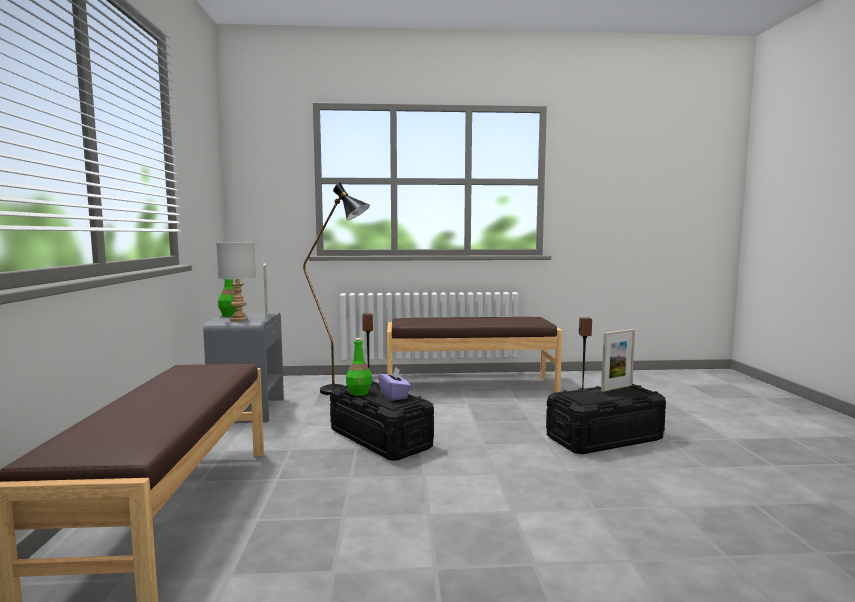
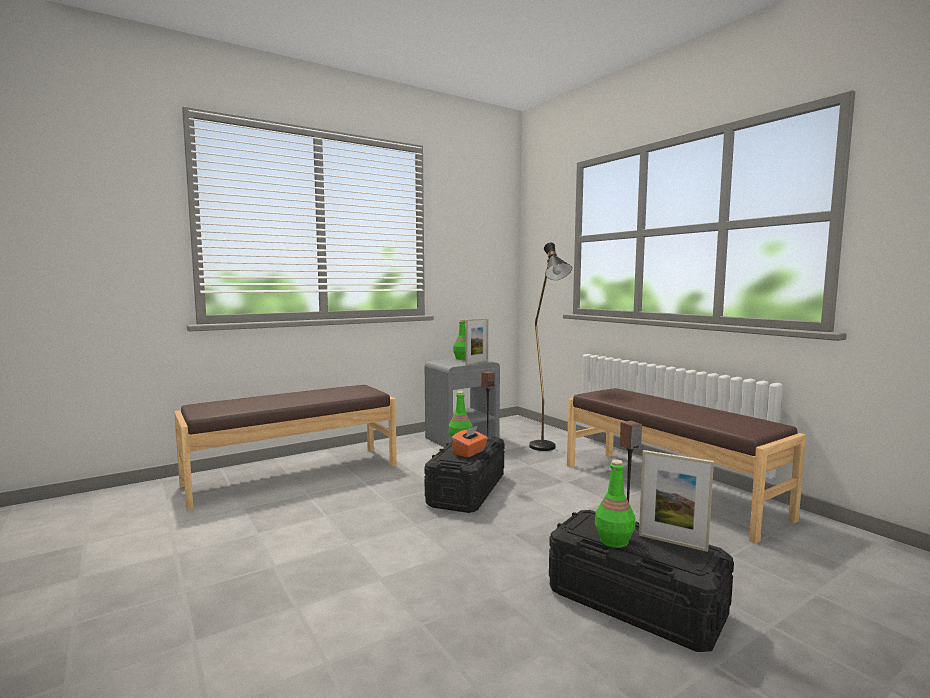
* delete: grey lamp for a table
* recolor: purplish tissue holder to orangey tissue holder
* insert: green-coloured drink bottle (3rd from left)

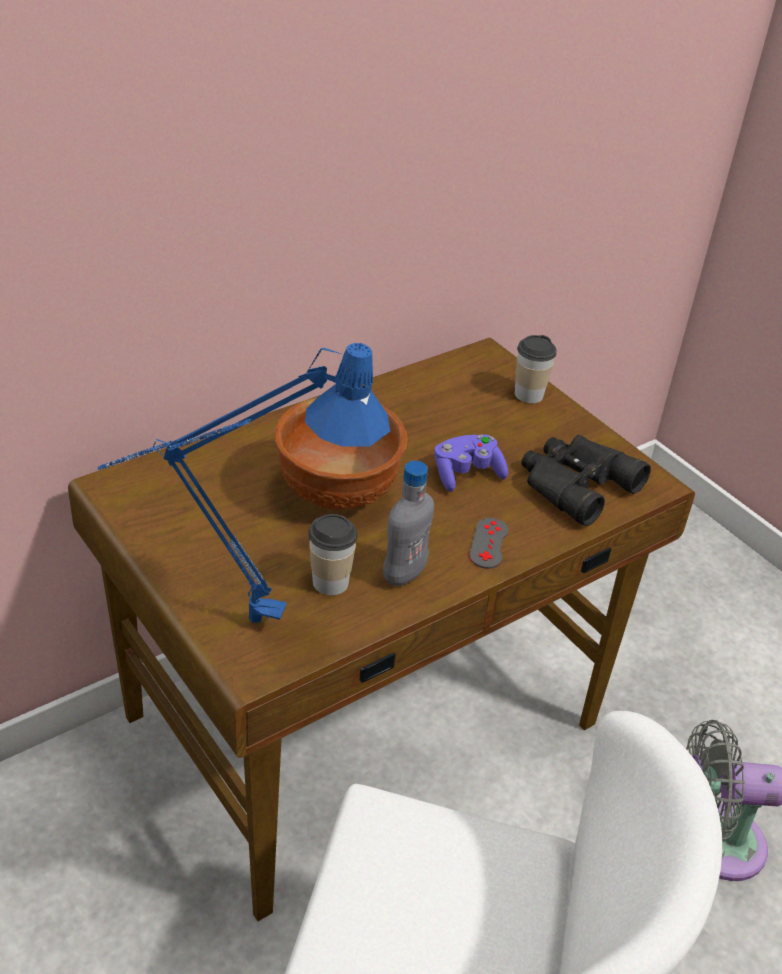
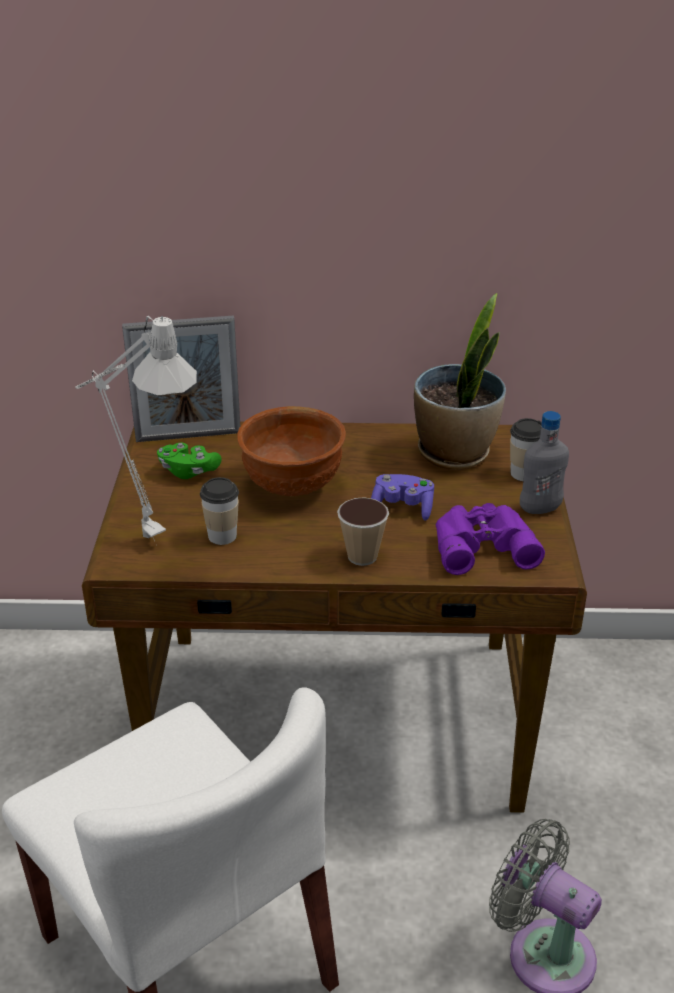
* recolor: bluish lamp for a table to grey lamp for a table
* recolor: black field glasses to purplish field glasses
* move: grey drink bottle
* replace: grey joypad to cup (2nd from left)
* insert: potted plant
* insert: picture frame
* insert: green-coloured joypad

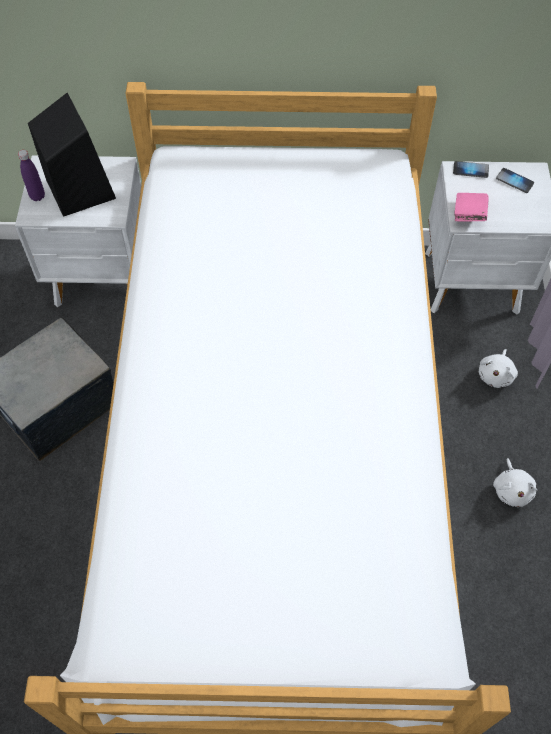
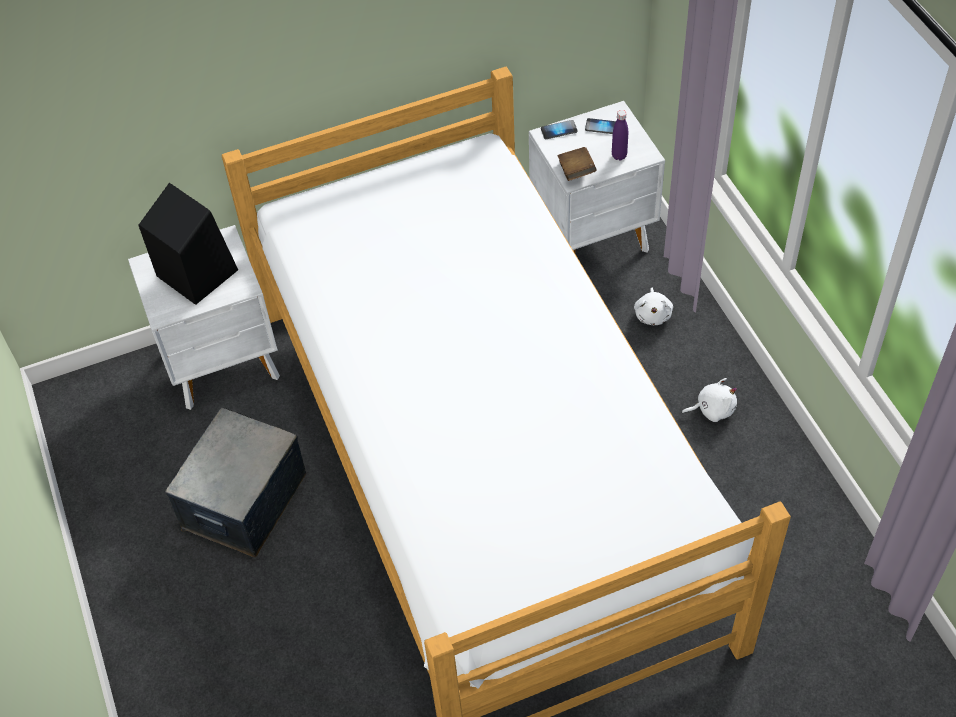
* move: purplish drink bottle
* recolor: pinkish book to brown-coloured book
* rotate: white-coloured plush toy (2nd from left) 75 degrees counterclockwise

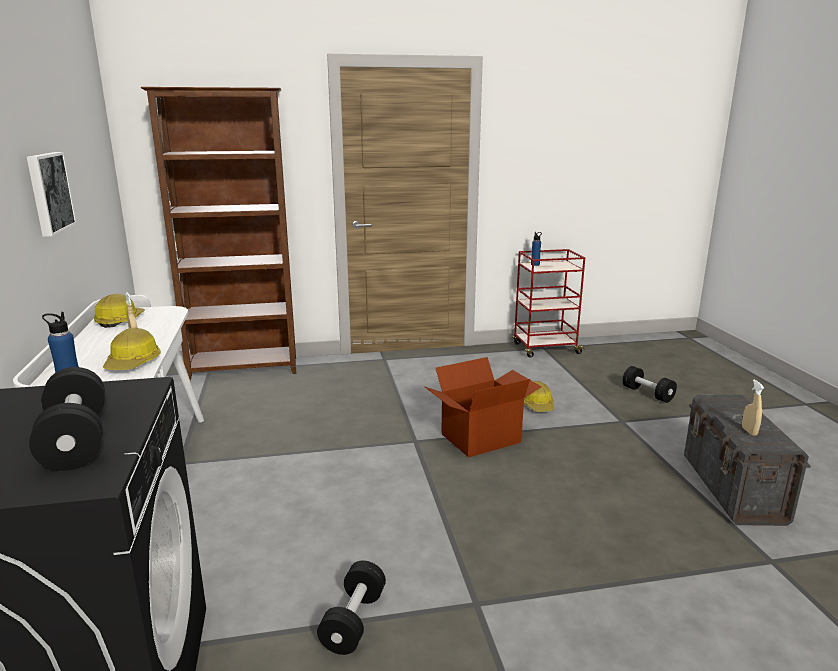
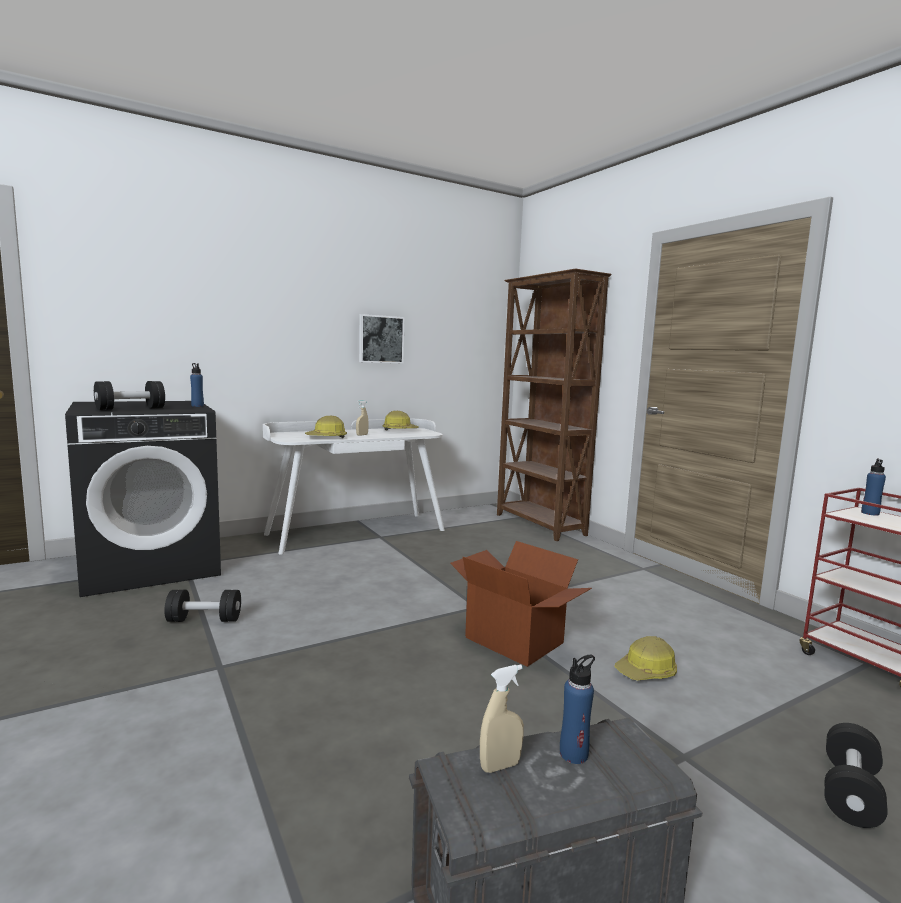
* insert: bluish drink bottle (2nd from left)

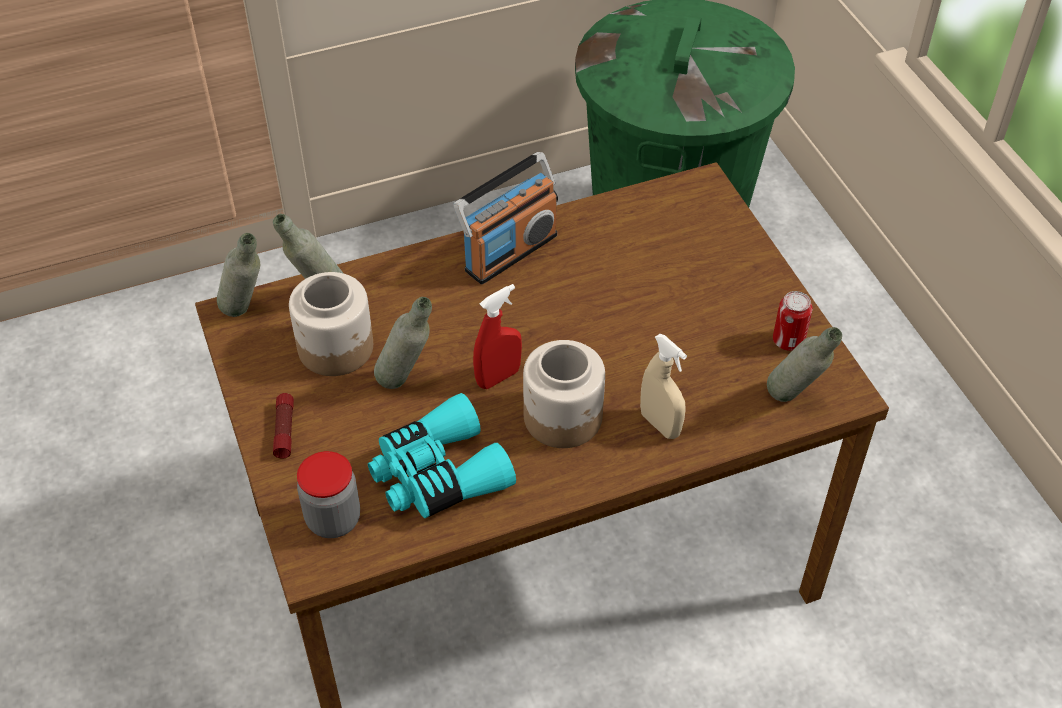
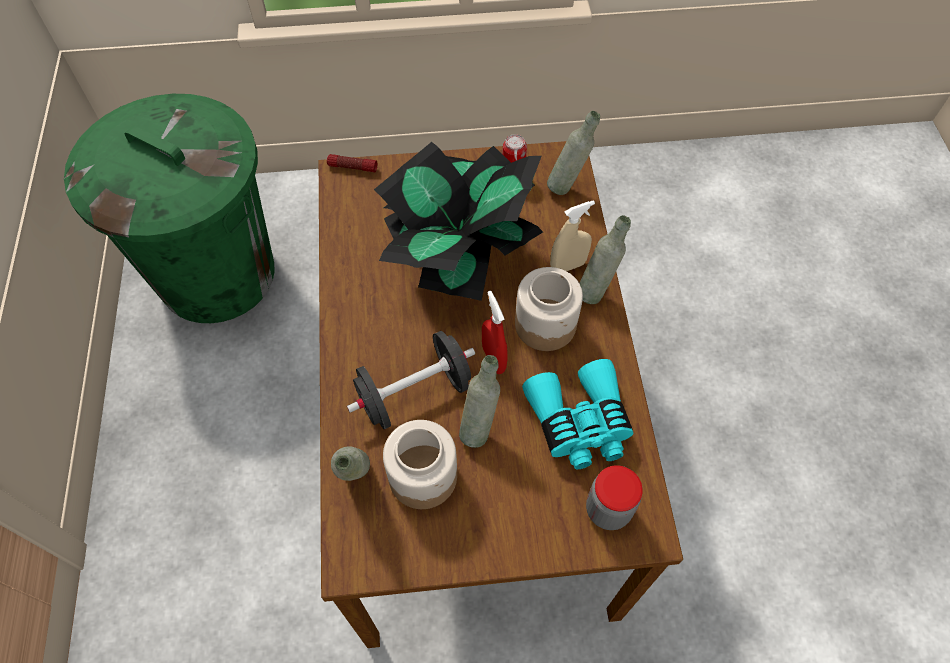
* delete: radio set
* move: grey drink bottle (1st from left in the first image) to grey drink bottle (4th from left)
* move: torch
* insert: potted plant
* insert: black hand weight

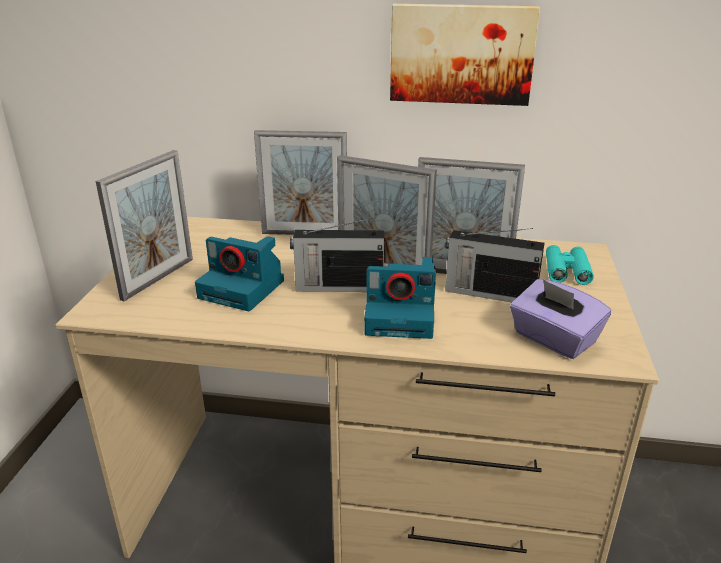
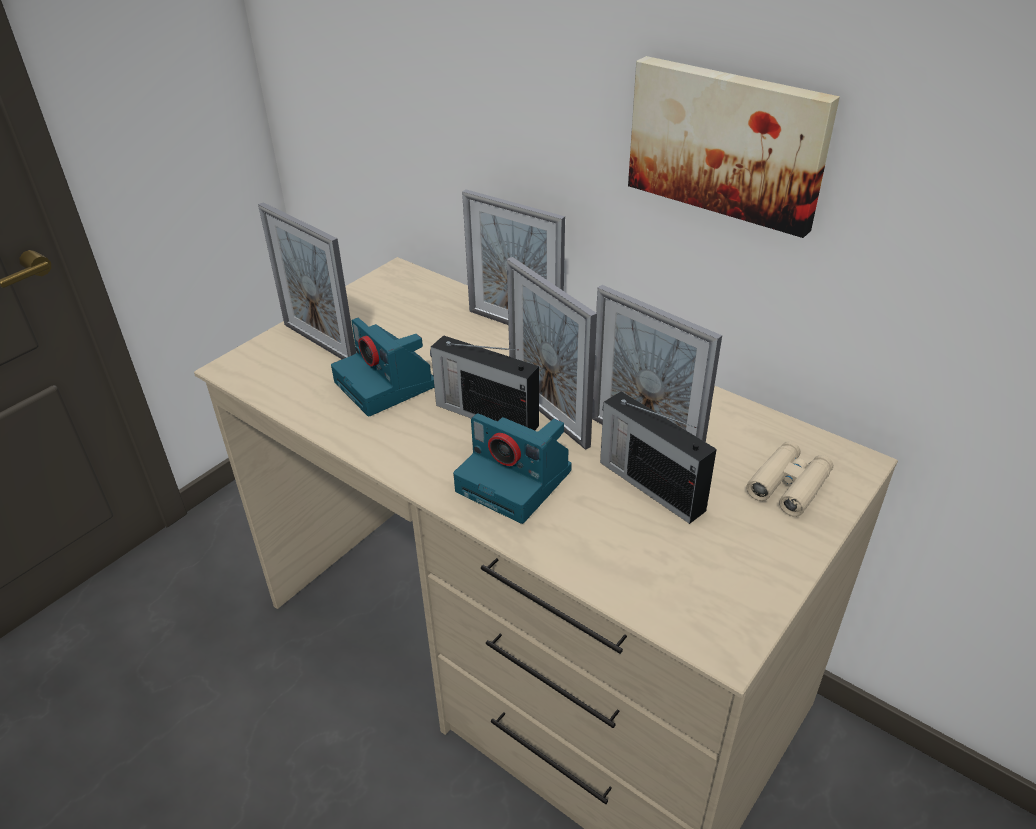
* rotate: picture frame (1st from left) 75 degrees clockwise
* recolor: turquoise-coloured field glasses to beige field glasses
* delete: purplish tissue holder

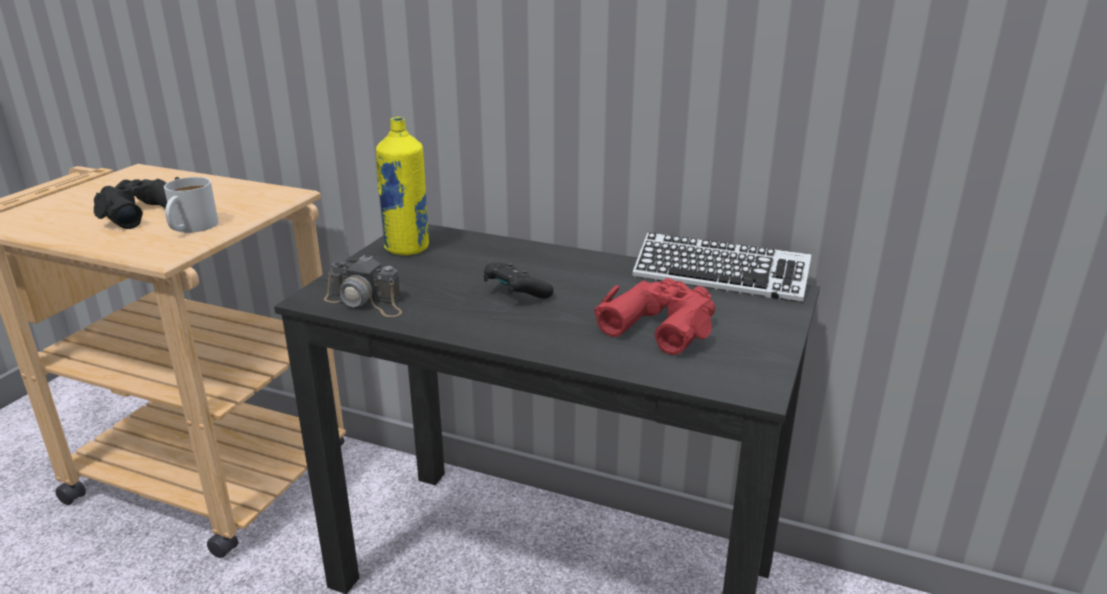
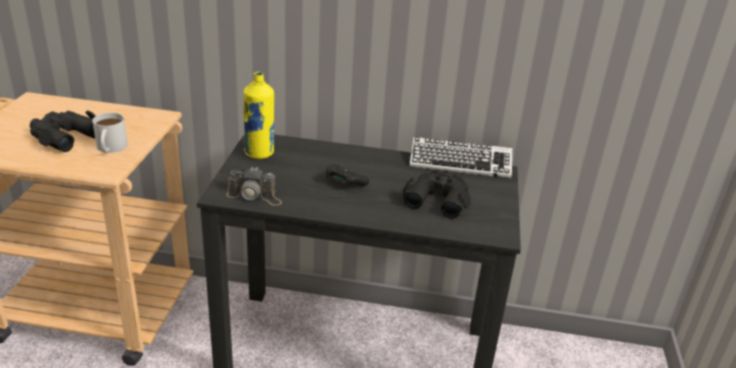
* recolor: red-coloured field glasses to black field glasses (2nd from left)

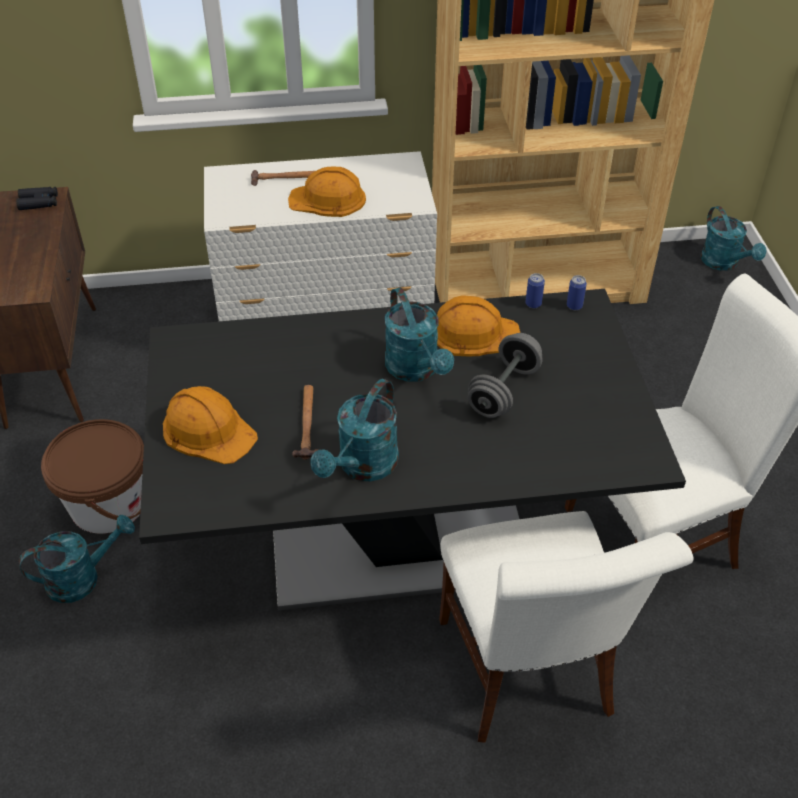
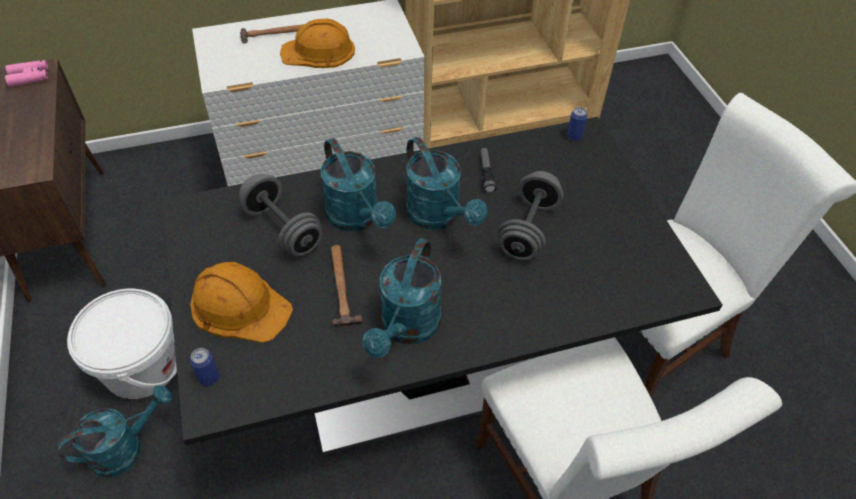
* recolor: black field glasses to pinkish field glasses
* move: turquoise-coloured watering pot (4th from left in the first image) to turquoise-coloured watering pot (2nd from left)
* move: metal can (1st from left)
* replace: orangey safety helmet (3rd from left) to torch
* recolor: brown-coloured pail to white-coloured pail
* insert: grey hand weight (1st from left)

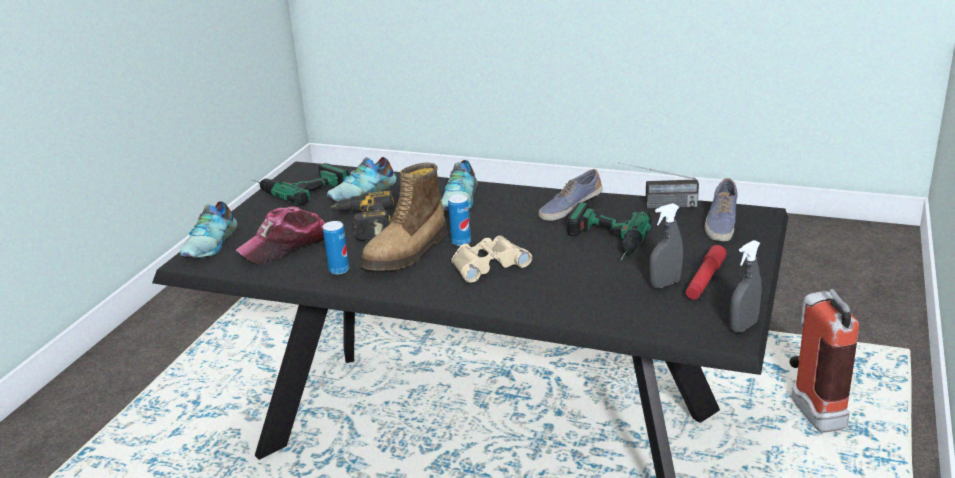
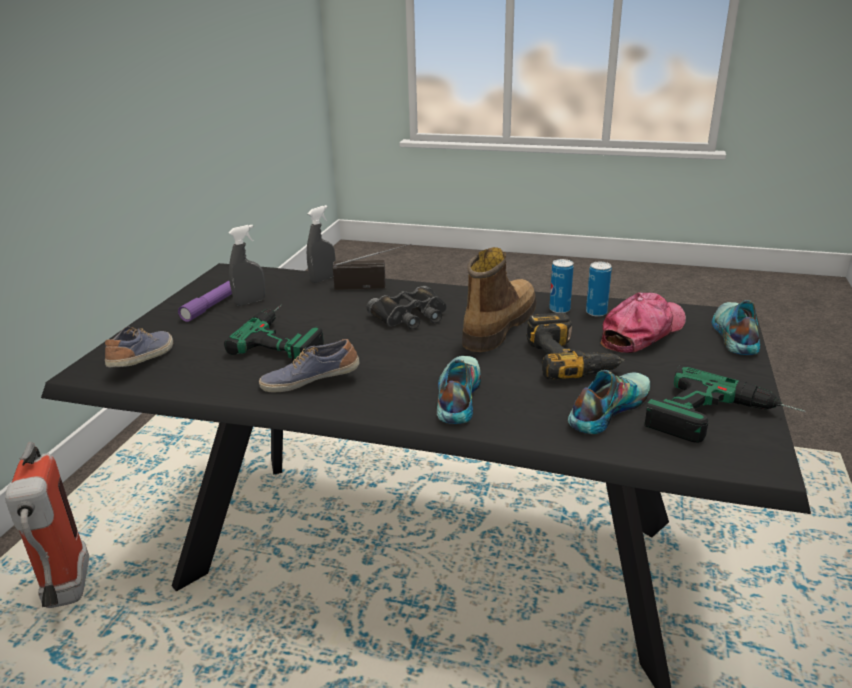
* move: radio set
* rotate: item of footwear (4th from left in the first image) 150 degrees counterclockwise
* move: metal can (2nd from left)
* recolor: beige field glasses to black field glasses
* move: grey spray bottle (2nd from left)
* recolor: red-coloured torch to purplish torch

